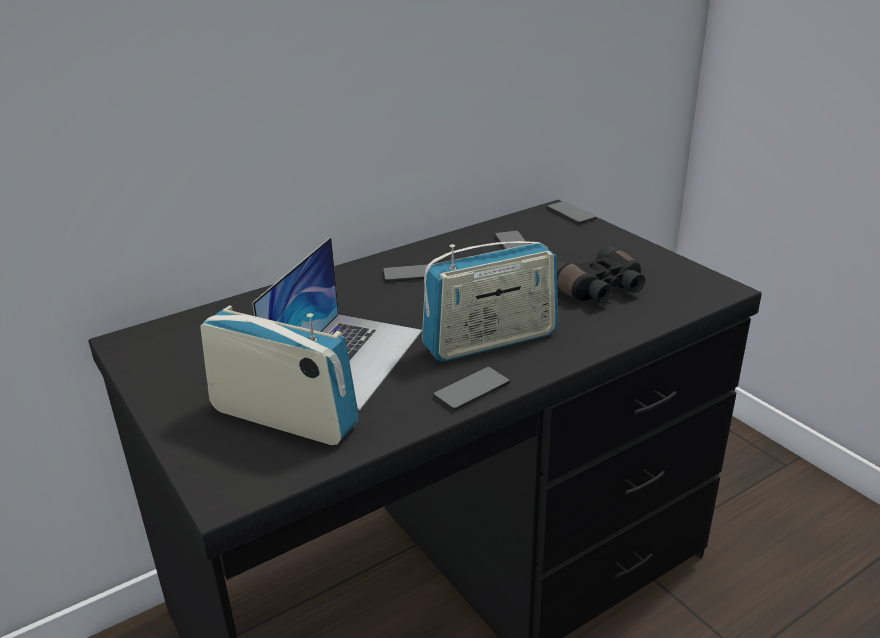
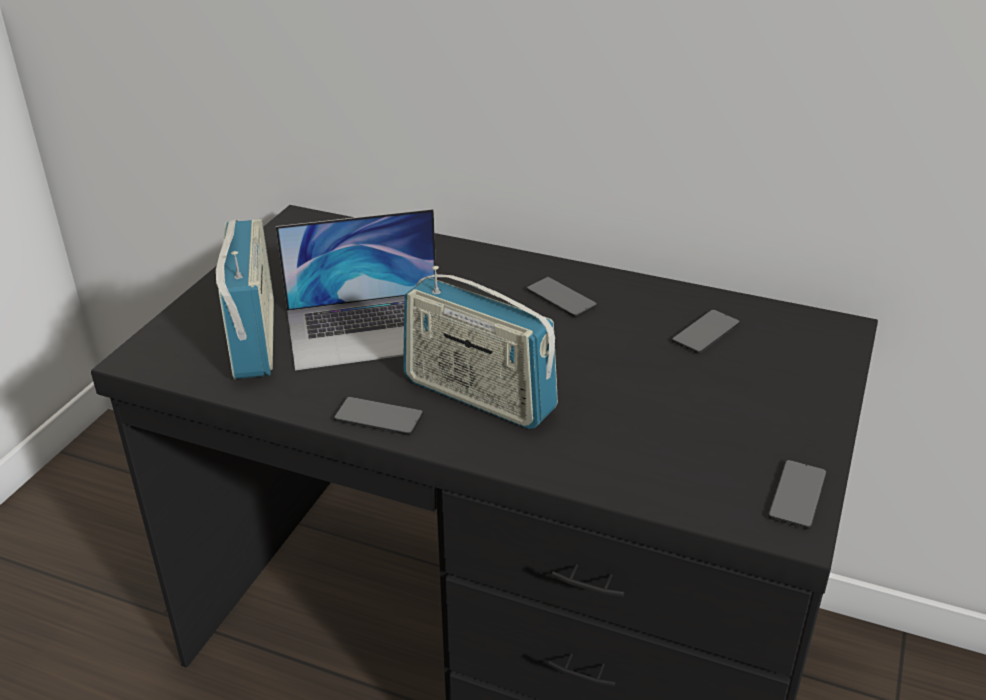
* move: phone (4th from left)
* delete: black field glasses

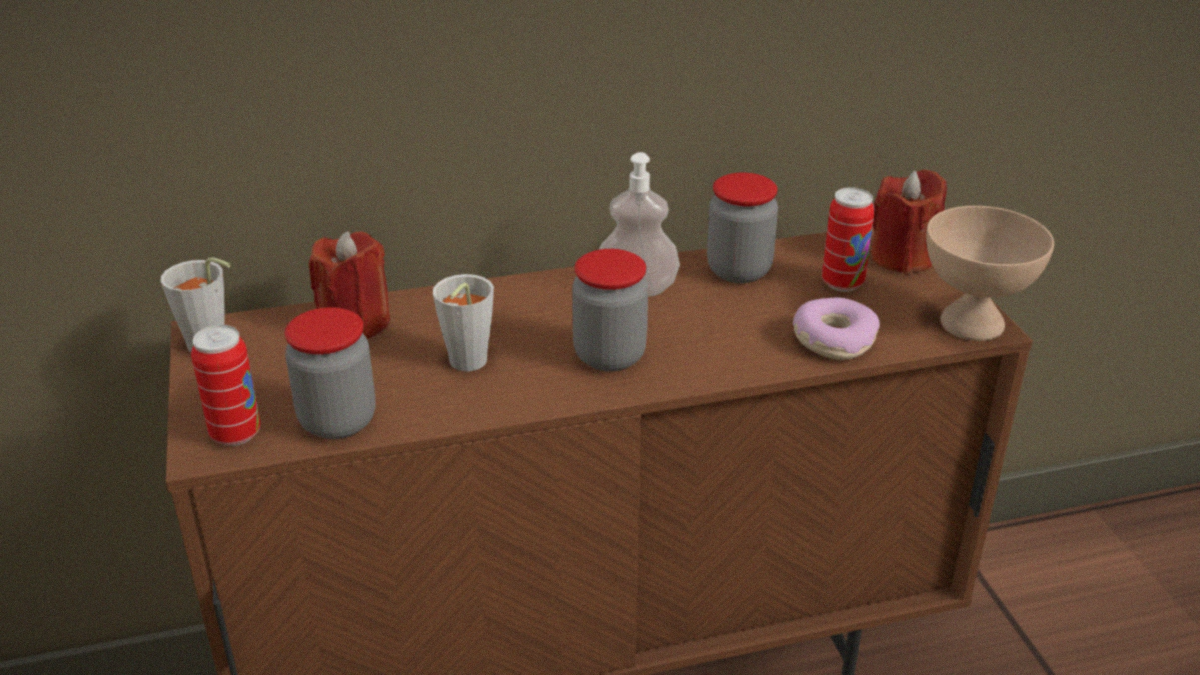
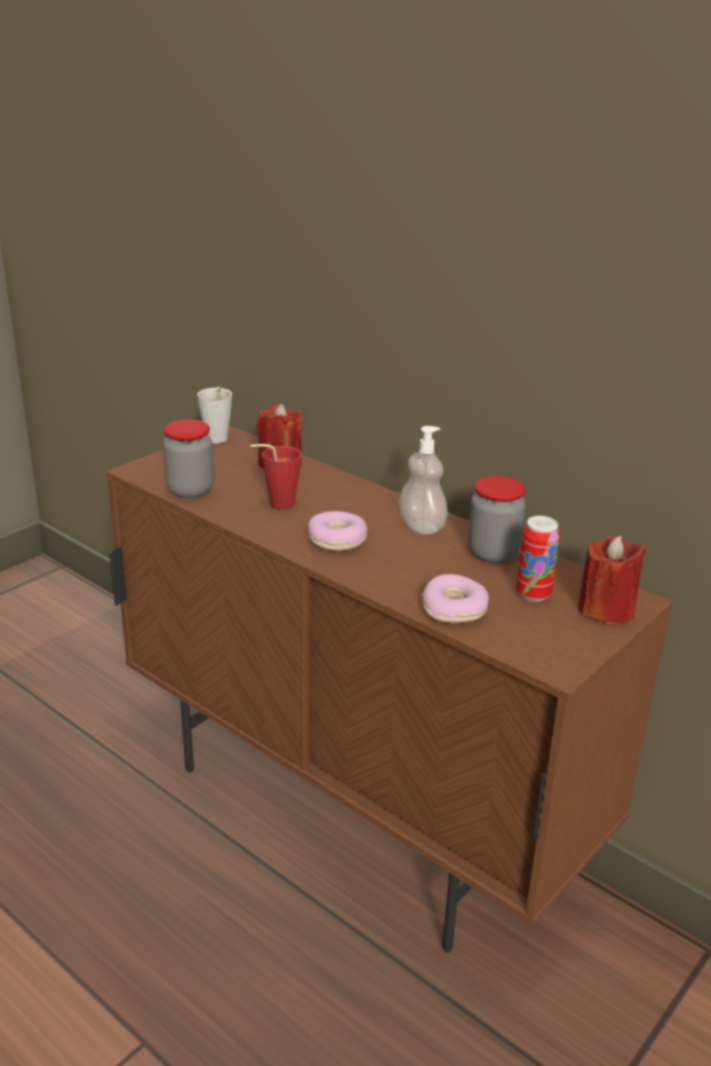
* delete: beige serving bowl
* replace: preserve jar (2nd from left) to ring doughnut (1st from left)
* recolor: grey cup (2nd from left) to red-coloured cup
* delete: metal can (1st from left)

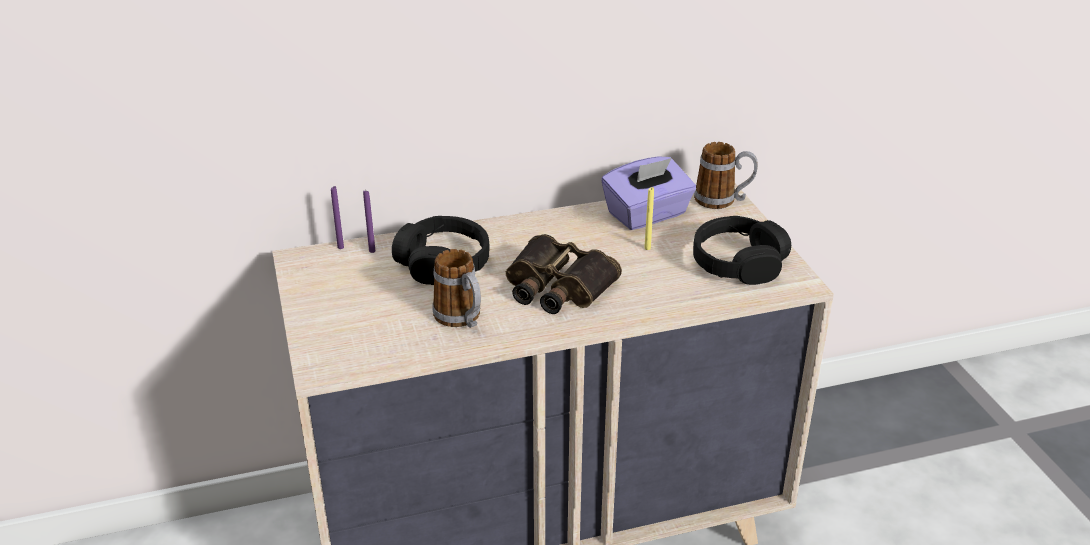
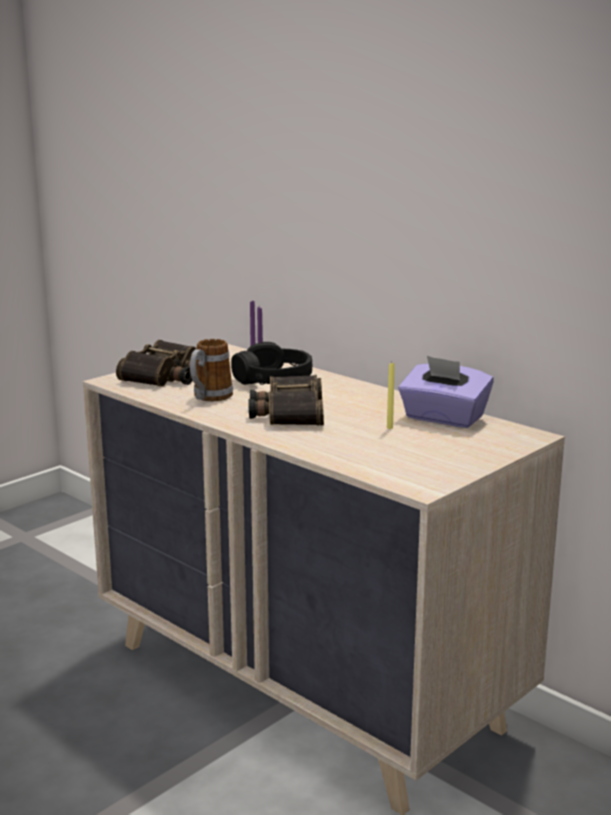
* delete: coffee mug (2nd from left)
* delete: black headset (2nd from left)
* insert: field glasses (1st from left)

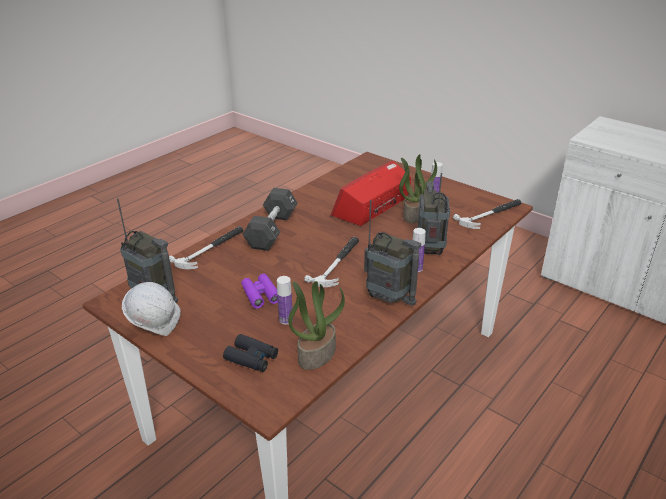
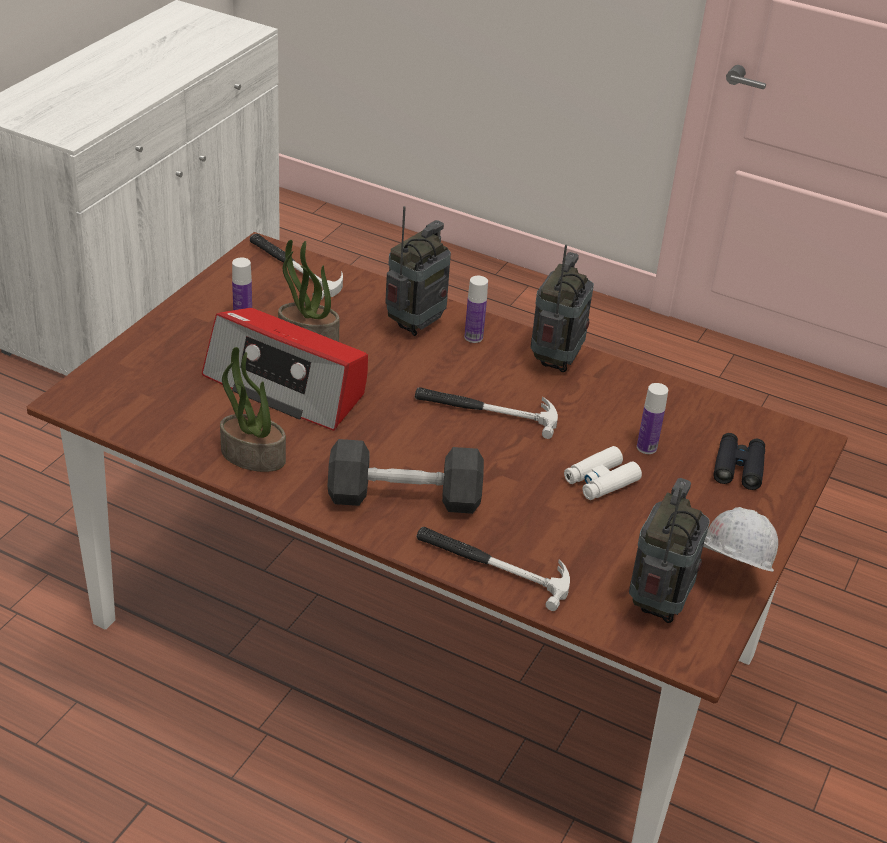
* rotate: radio set (4th from left in the first image) 135 degrees clockwise
* recolor: purplish field glasses to white-coloured field glasses
* move: potted plant (1st from left)

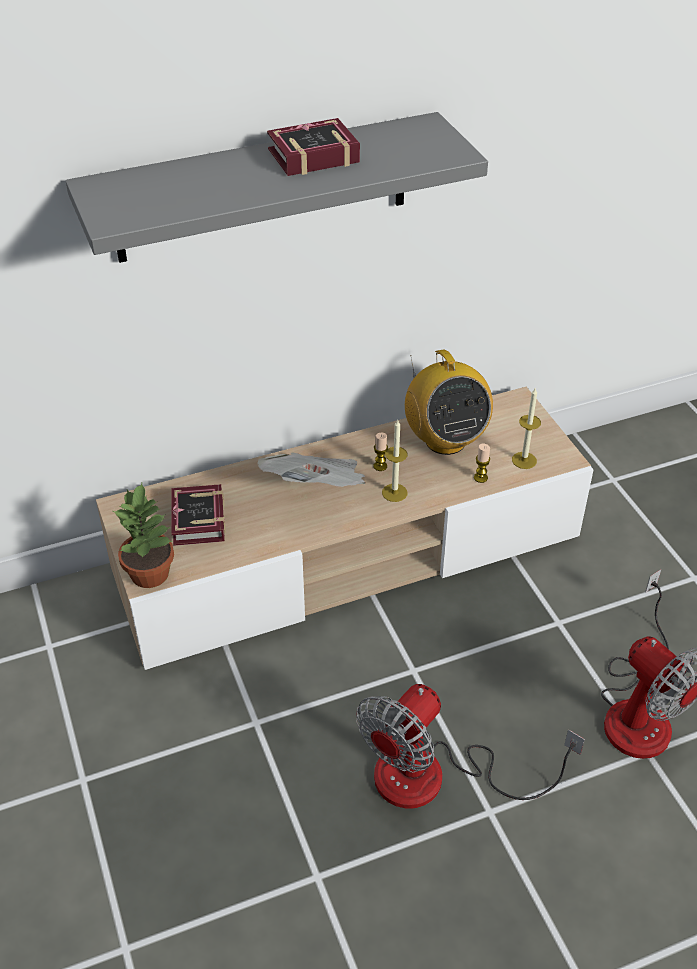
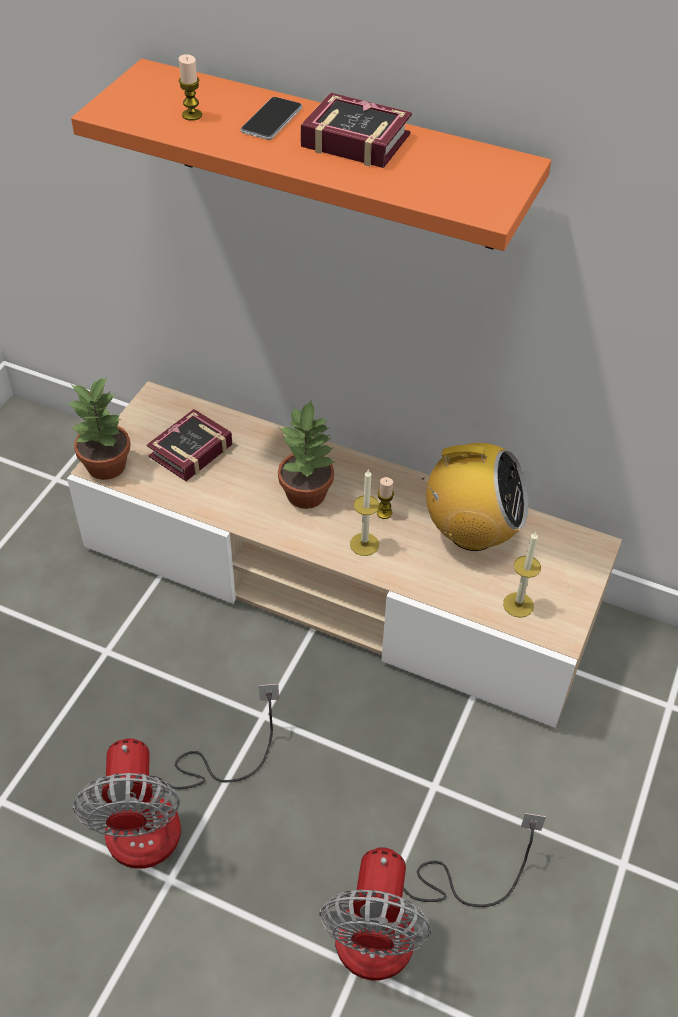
* recolor: grey bracket shelf to orangey bracket shelf
* rotate: radio set 105 degrees counterclockwise
* move: wax light (3rd from left in the first image) to wax light (1st from left)
* replace: printed paper to potted plant (2nd from left)
* rotate: cooling fan (1st from left) 90 degrees counterclockwise
* insert: phone

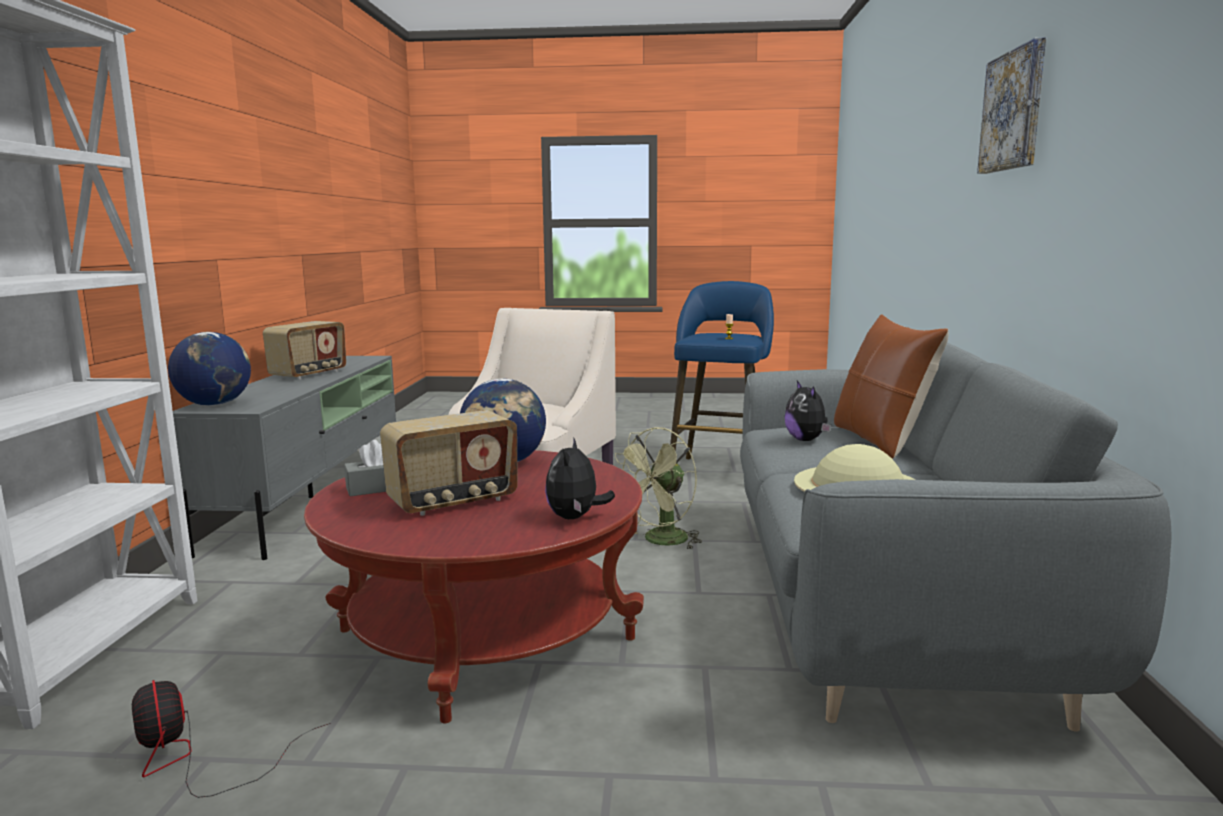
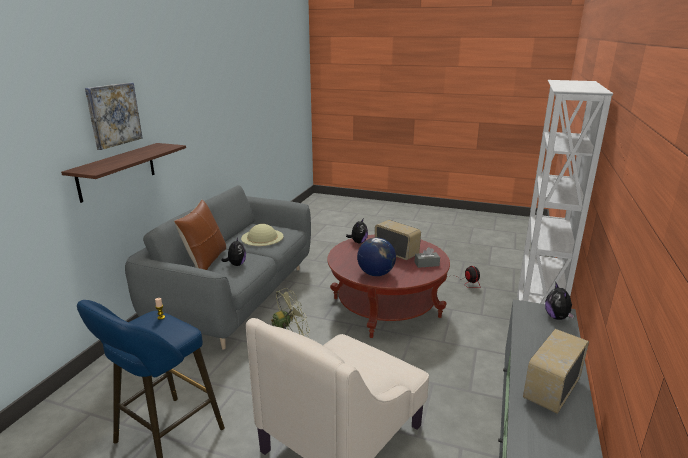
* replace: world globe (1st from left) to plush toy (3rd from left)
* rotate: radio set (2nd from left in the first image) 60 degrees clockwise
* insert: bracket shelf

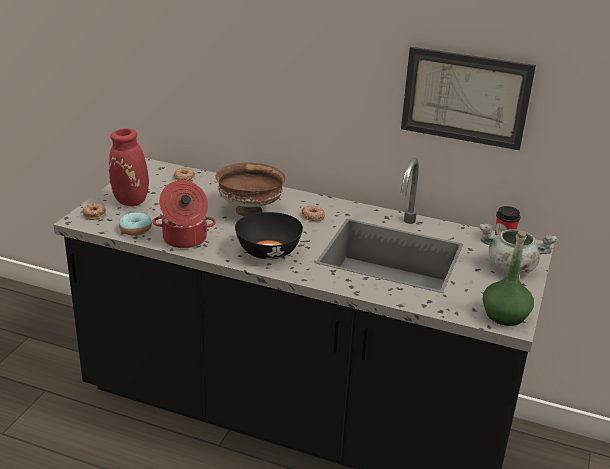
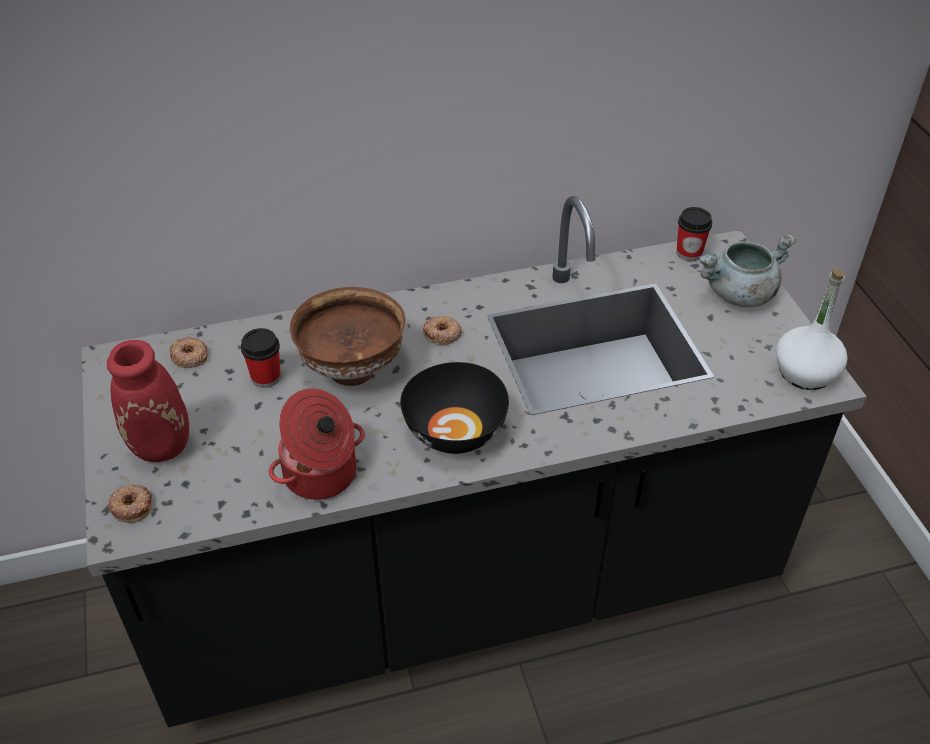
* delete: wall art
* delete: ring doughnut (2nd from left)
* recolor: green-coloured drink bottle to white-coloured drink bottle
* insert: cup (1st from left)

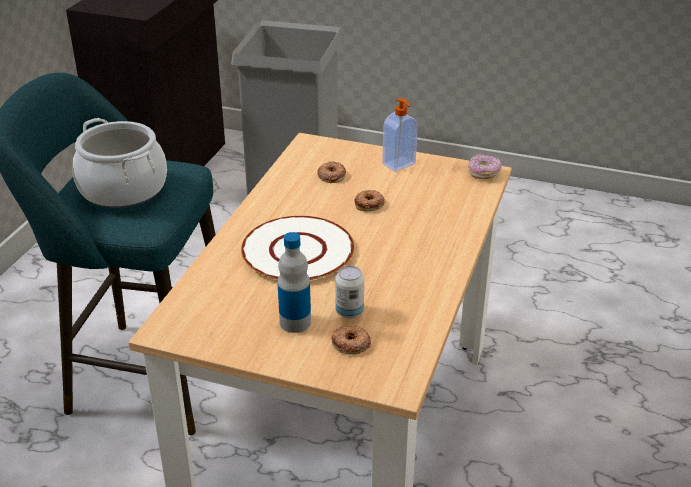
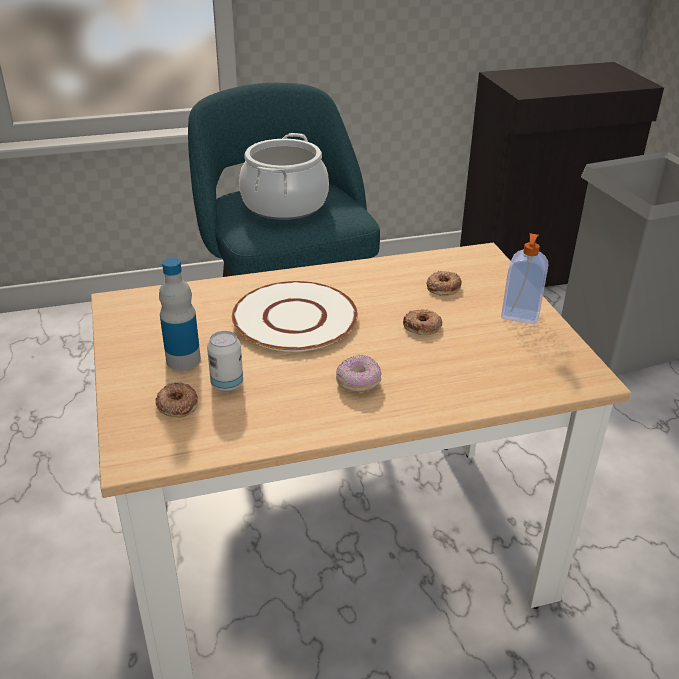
* move: ring doughnut (4th from left in the first image) to ring doughnut (2nd from left)

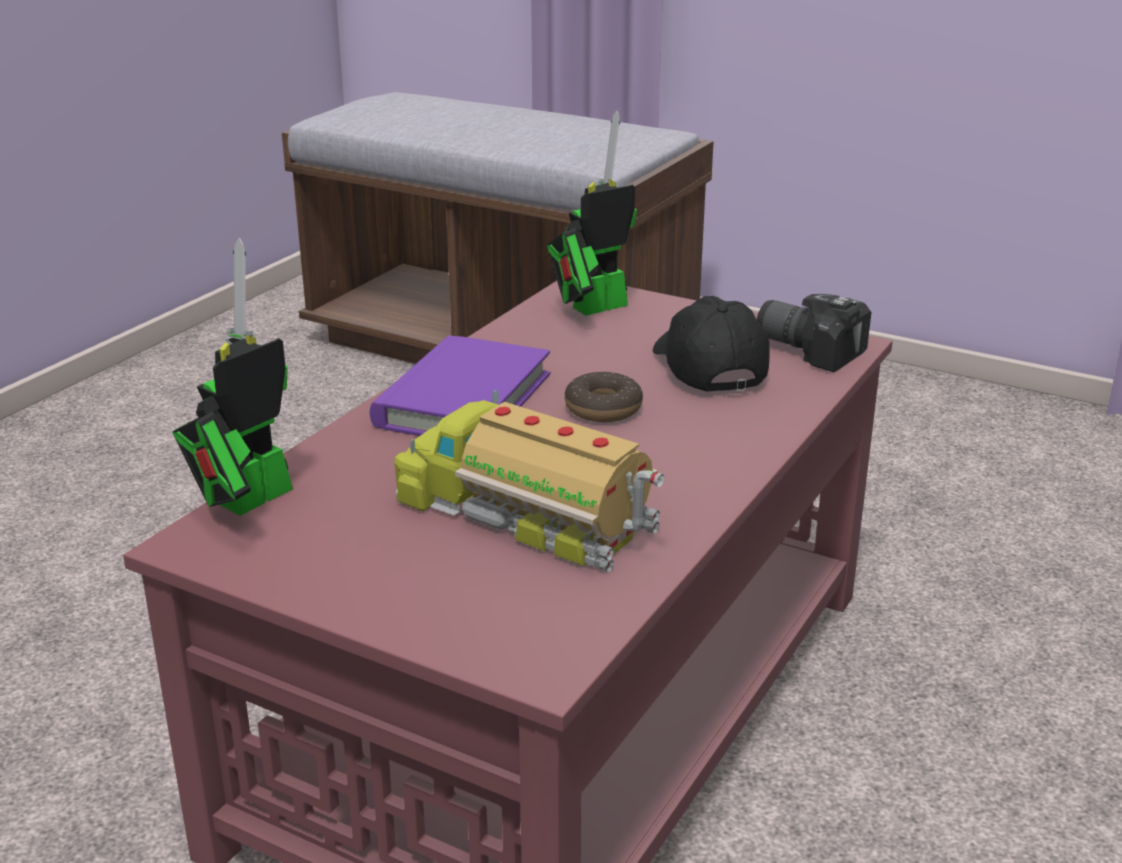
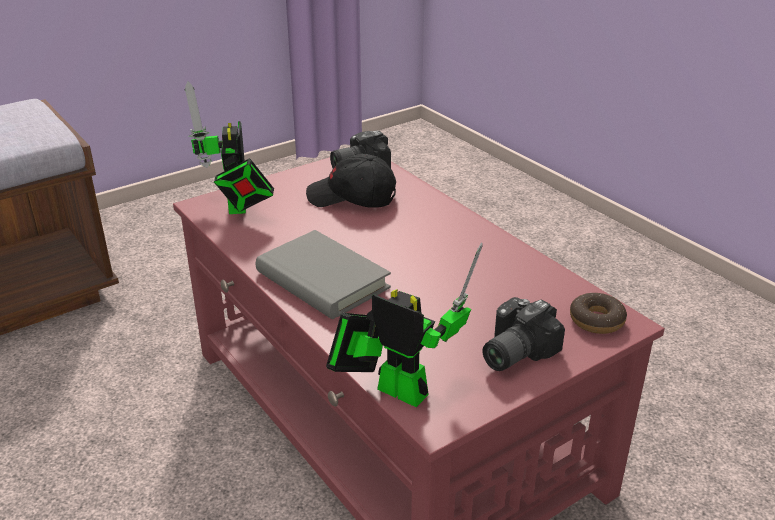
* rotate: robot figure (1st from left in the first image) 150 degrees clockwise
* recolor: purplish book to grey book
* move: ring doughnut
* delete: toy lorry
* insert: photo camera (2nd from left)

